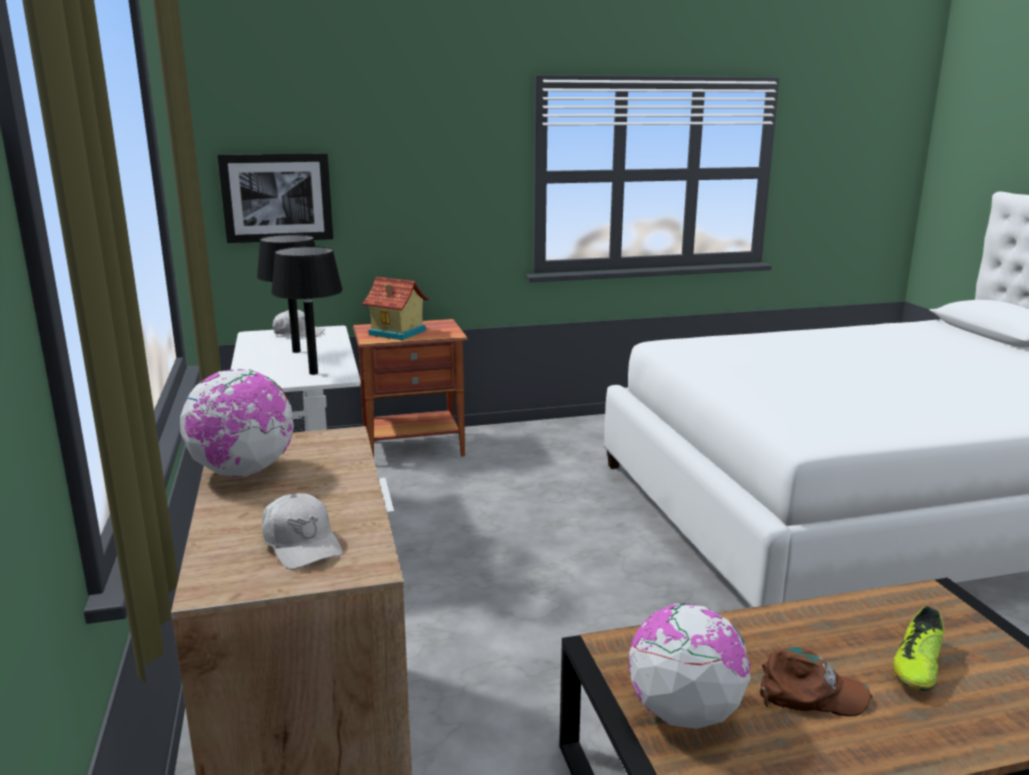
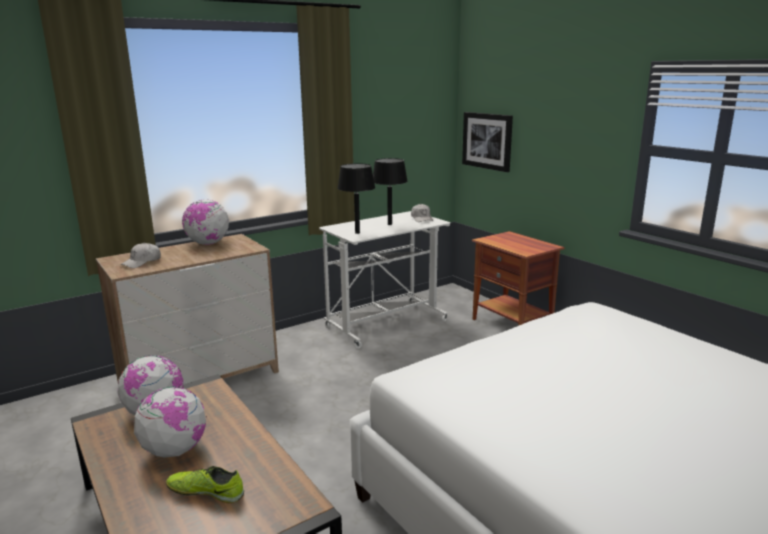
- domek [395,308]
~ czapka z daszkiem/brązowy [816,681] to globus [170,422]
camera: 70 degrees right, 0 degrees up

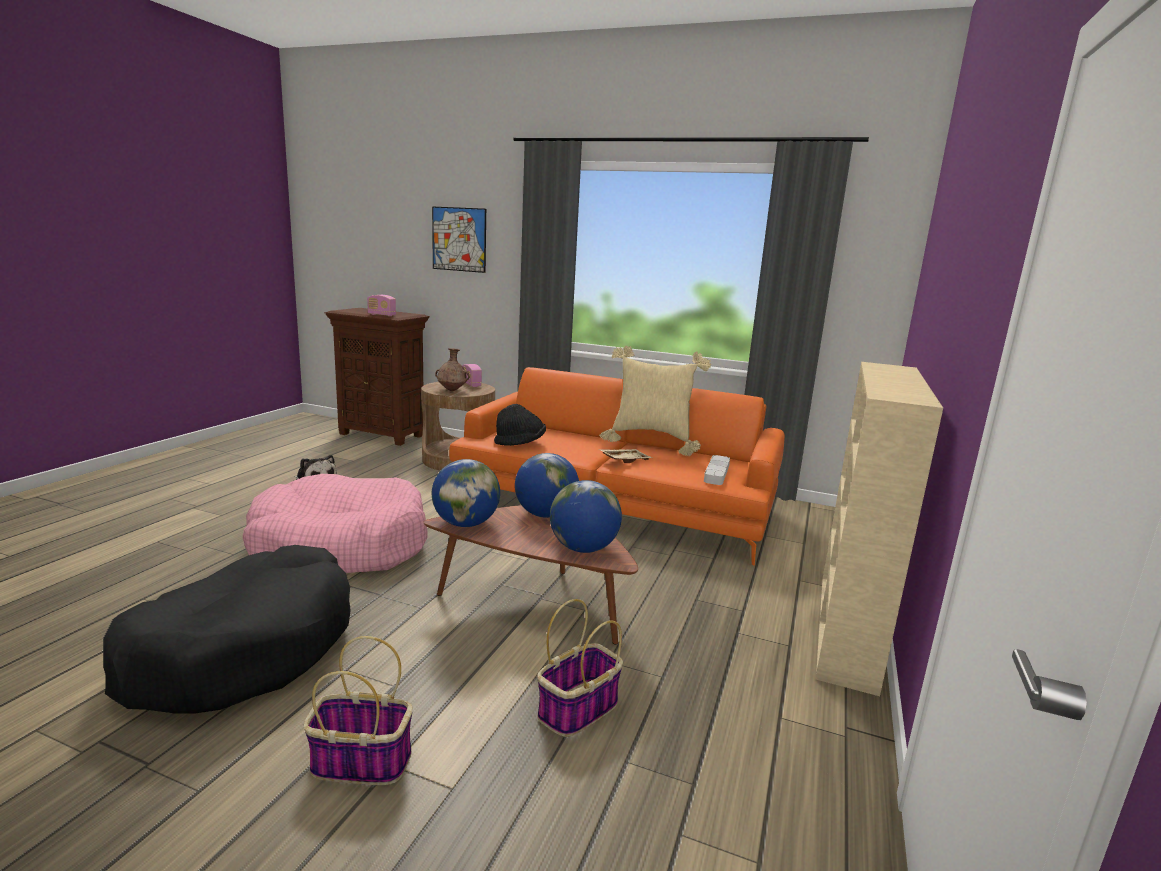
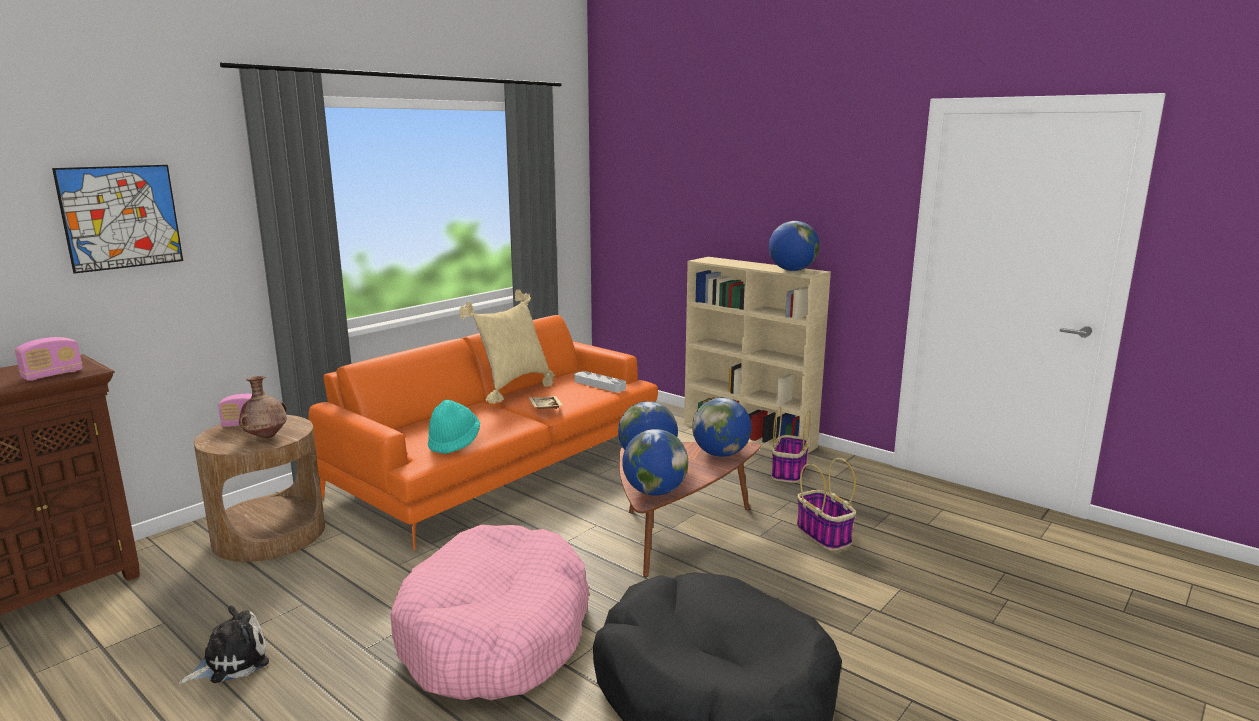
~ koszyk [358,710] to [791,444]
~ kapelusz/czarny [520,425] to kapelusz/turkusowy [454,427]
+ globus [794,246]
camera: 70 degrees left, 0 degrees up

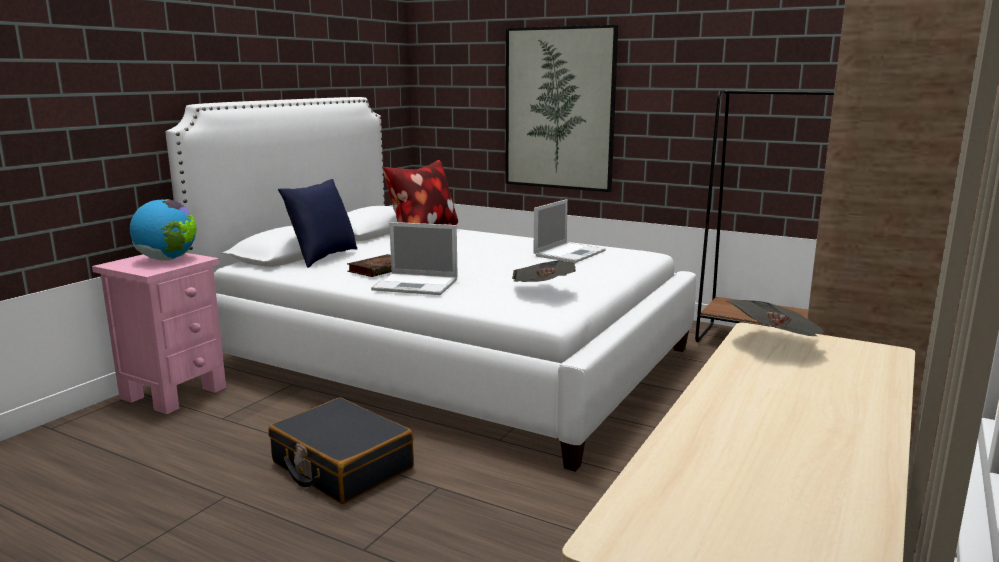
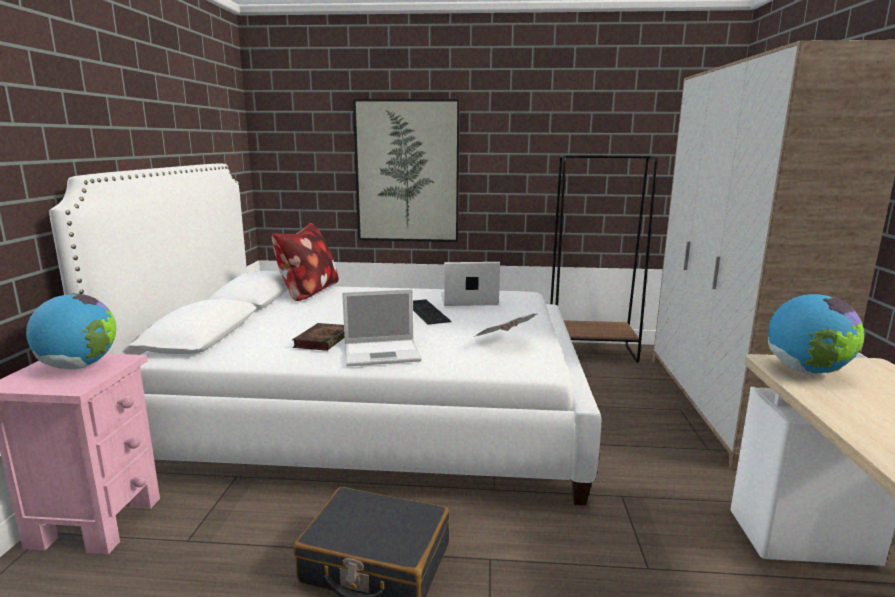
- poduszka/niebieski [317,223]
~ laptop [569,231] = [470,284] 105 degrees counterclockwise
~ gazeta [775,318] to globus [816,334]
+ klawiatura [432,312]
camera: 25 degrees left, 0 degrees up

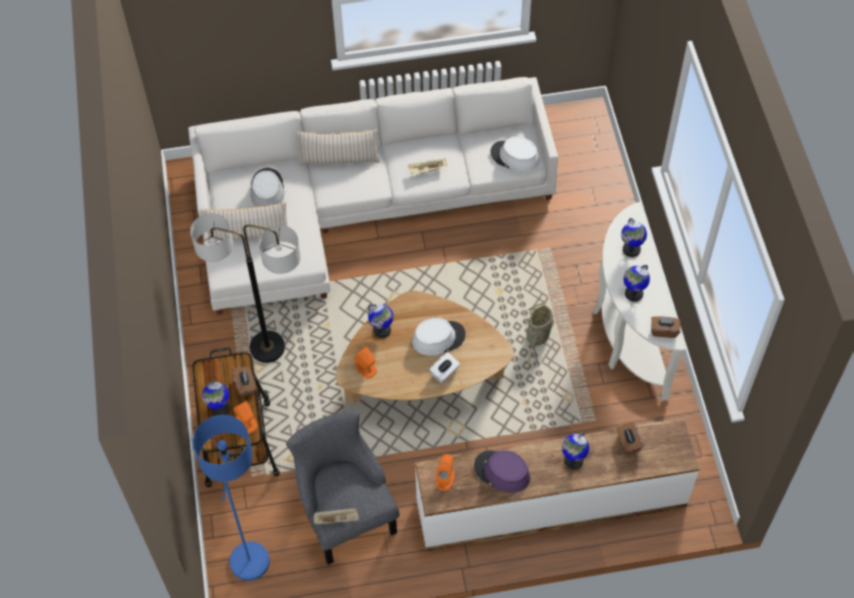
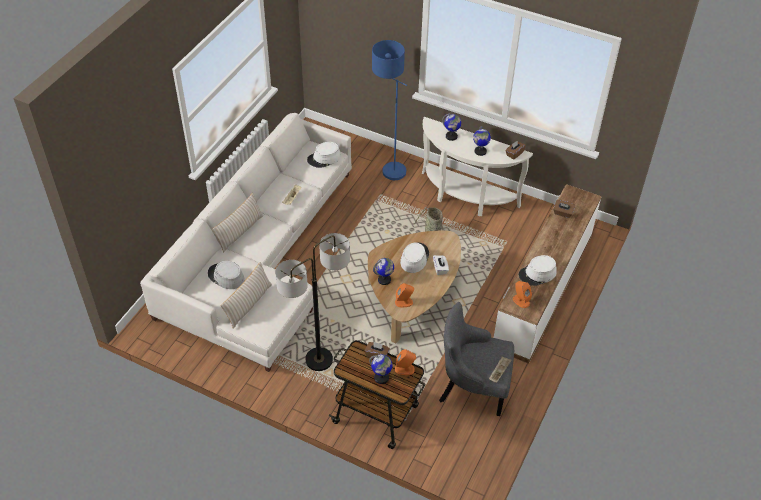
~ lampa stojąca/niebieski [231,498] to [389,110]
~ kapelusz/fioletowy [502,471] to kapelusz/biały [538,270]
- globus [575,450]
camera: 55 degrees left, 10 degrees down

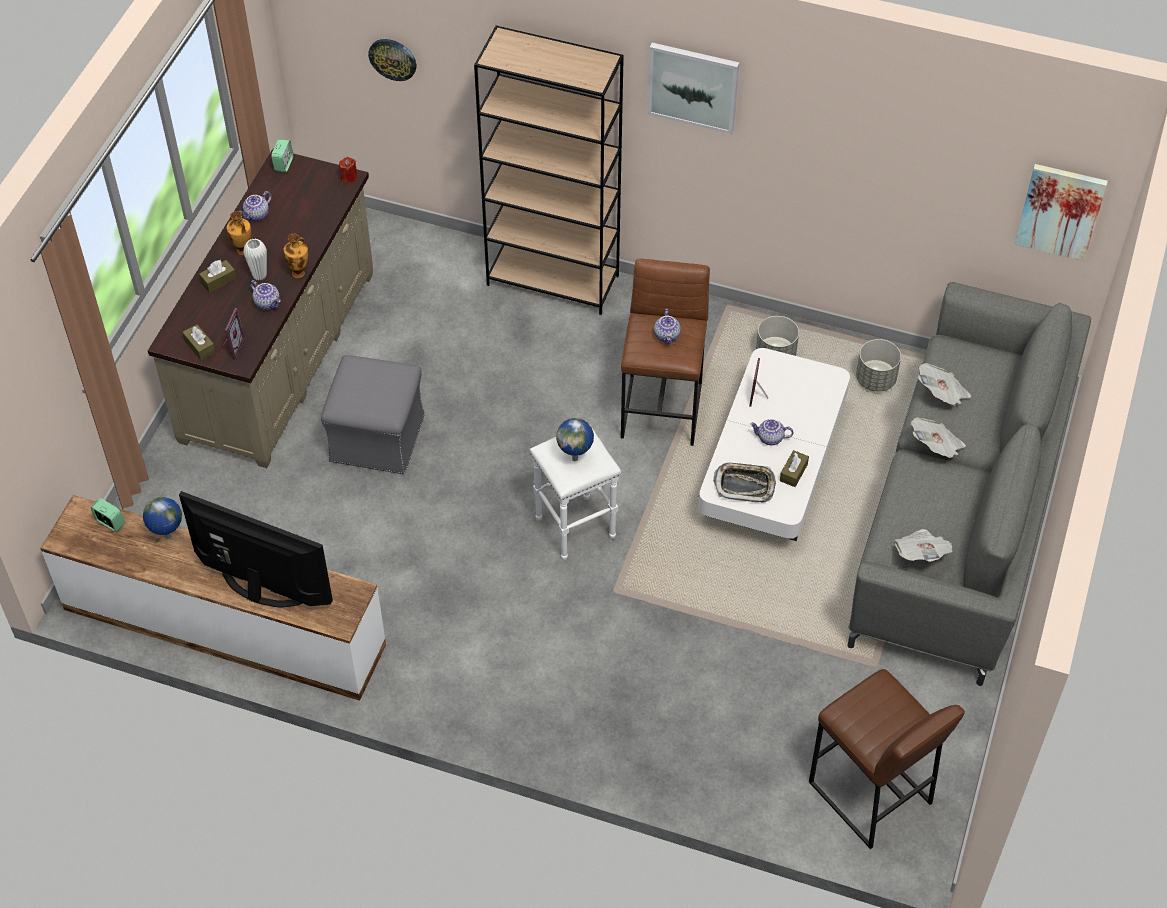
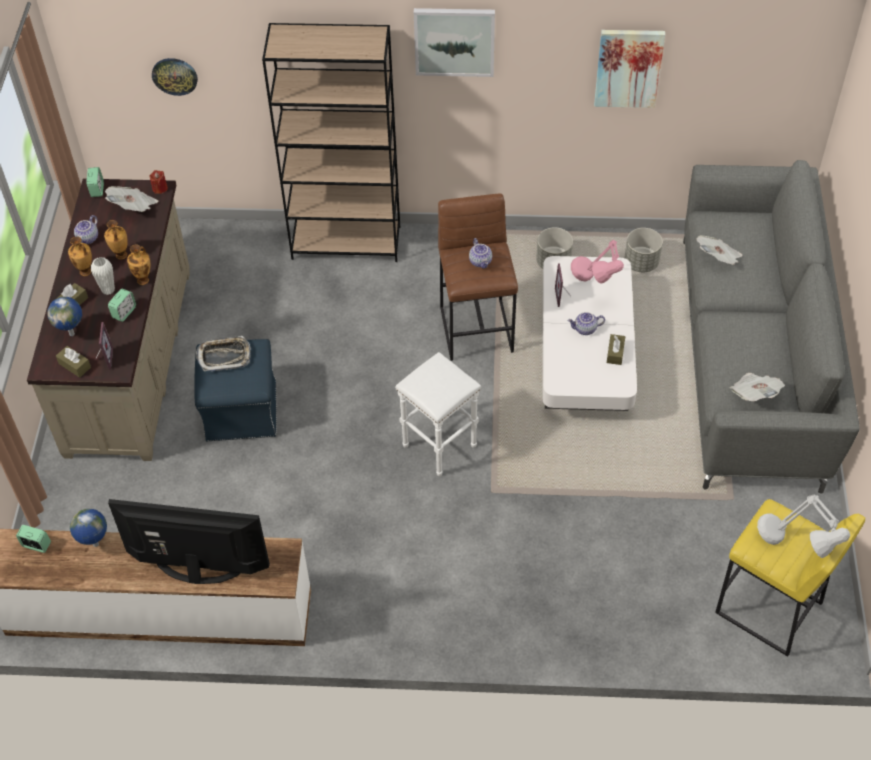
~ imbryk [265,295] to budzik [122,305]
~ pufa/szary [373,414] to pufa/niebieski [235,390]
~ globus [575,439] to [64,316]
~ taca [744,483] to [223,353]
~ stołek/brązowy [887,759] to stołek/żółty [790,578]
~ gazeta [938,437] to [131,199]
~ obraz [1061,212] to [629,69]
+ wazon [116,239]
+ lampa stołowa/różowy [597,261]
+ lampa stołowa/szary [803,526]
camera: 15 degrees left, 0 degrees up

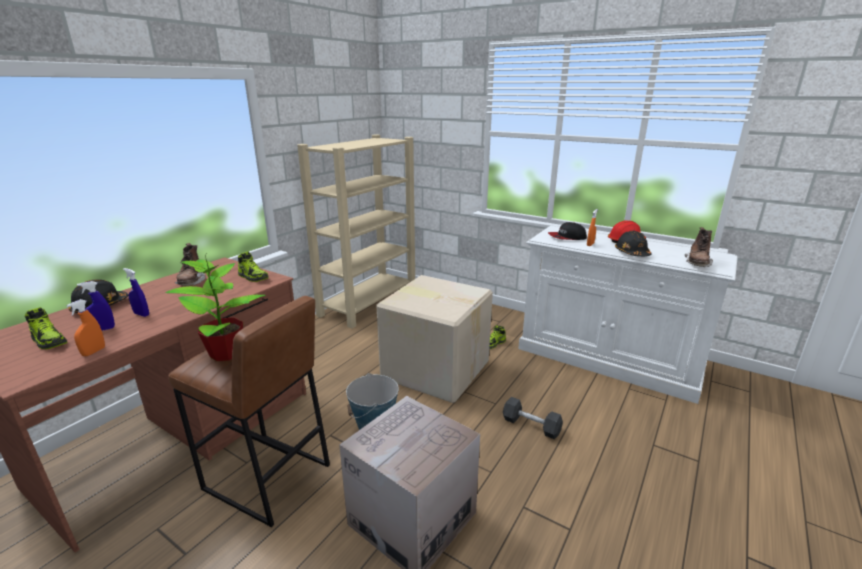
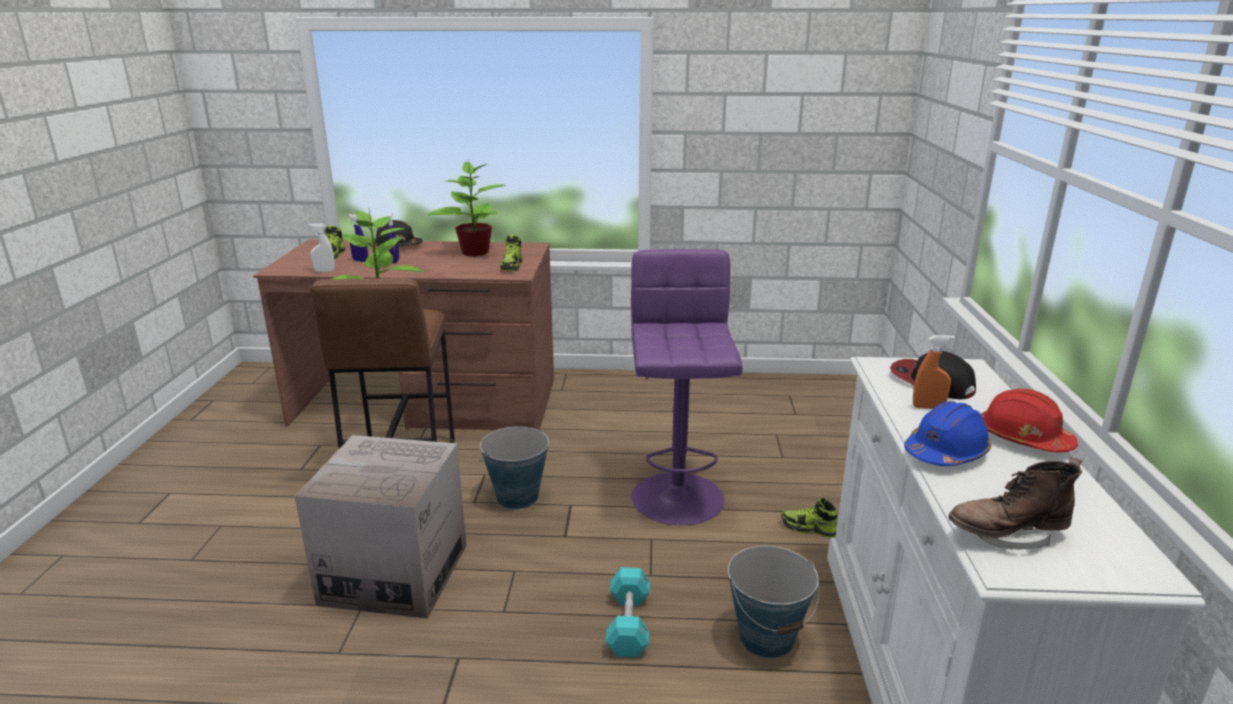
~ spryskiwacz/pomarańczowy [85,327] to spryskiwacz/biały [322,247]
~ but z cholewką/brązowy [190,264] to roślina doniczkowa [466,209]
- regał/beżowy [356,231]
~ karton [434,339] to stołek/fioletowy [687,387]
~ hantel/czarny [533,418] to hantel/turkusowy [627,612]
~ kask/czarny [633,244] to kask/niebieski [947,433]
+ wiadro [774,602]
camera: 60 degrees right, 0 degrees up

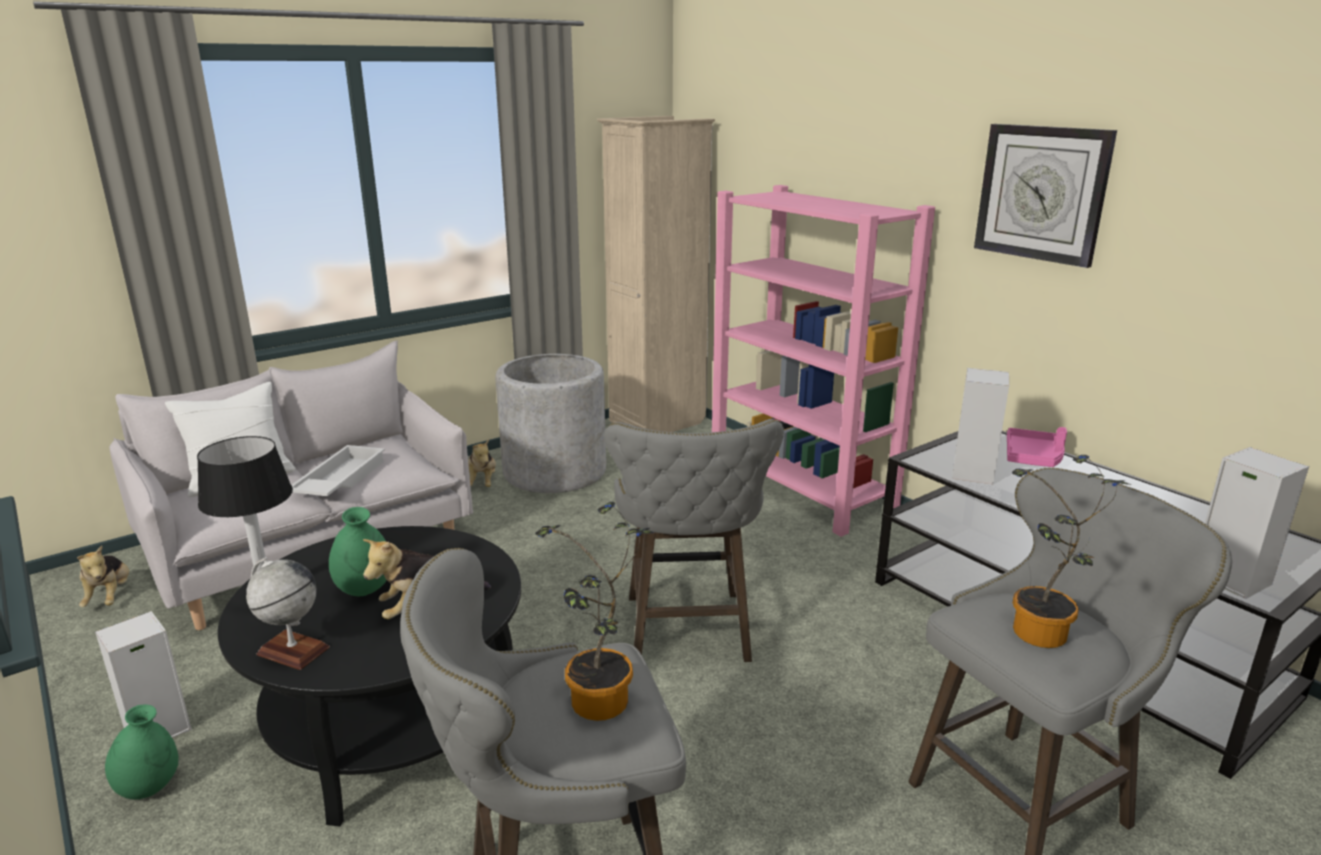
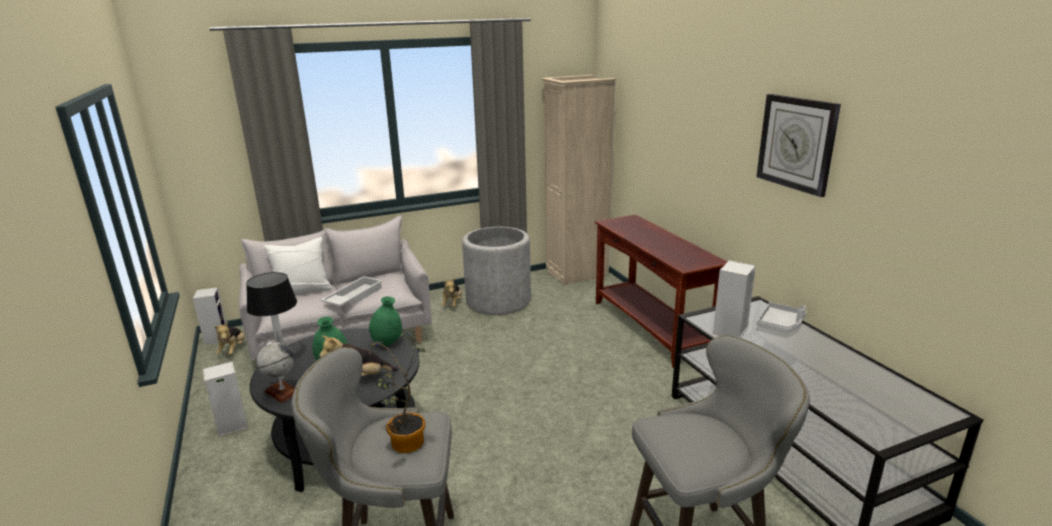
~ wazon/zielony [142,752] to [385,321]
- stołek/szary [694,540]
~ regał/różowy [823,361] to stolik konsolowy/brązowy [661,291]
~ taca/różowy [1037,447] to taca/szary [781,317]
- roślina doniczkowa [1071,551]
~ głośnik [1257,523] to [209,316]
camera: 15 degrees right, 0 degrees up

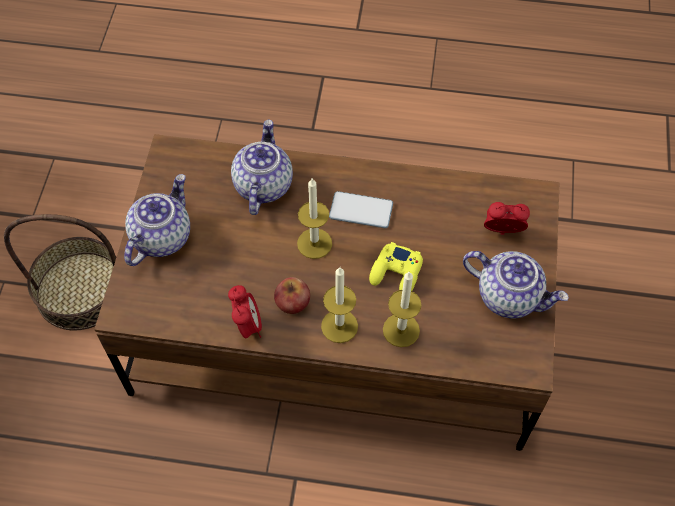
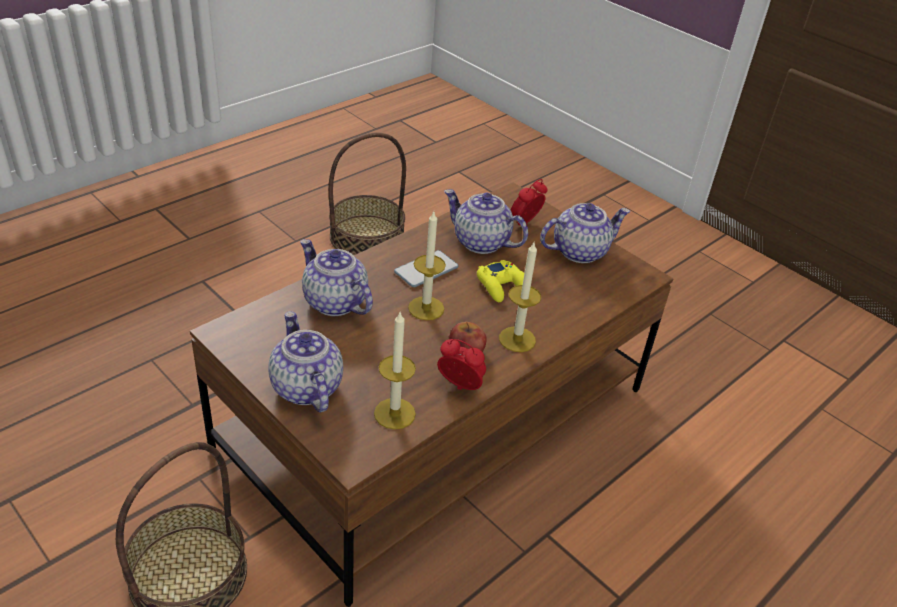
~ świeca [402,309] to [395,371]
+ koszyk [367,193]
+ imbryk [486,221]
camera: 55 degrees left, 20 degrees down

